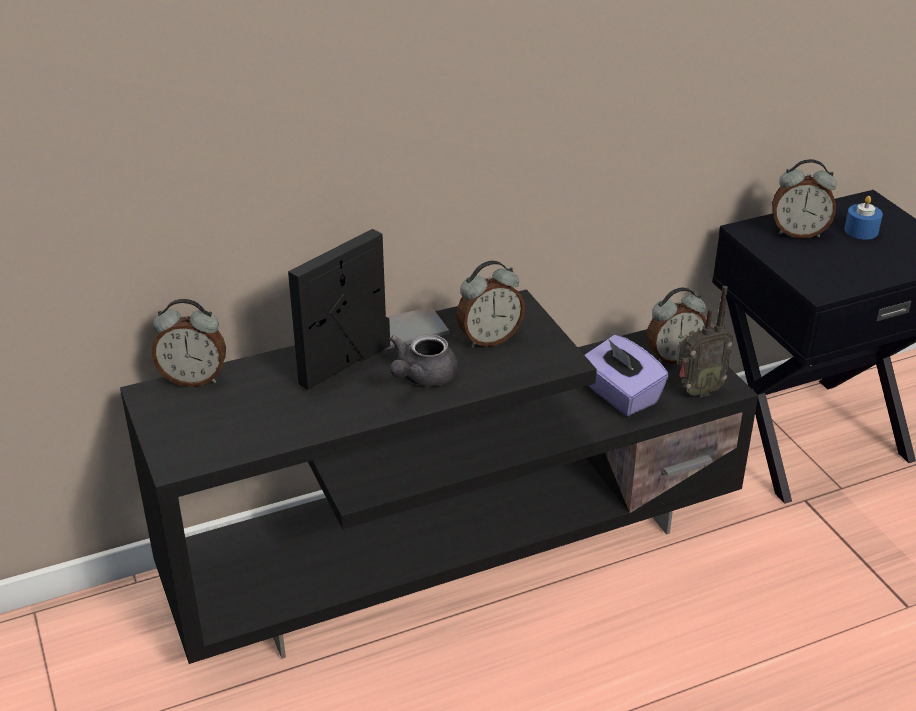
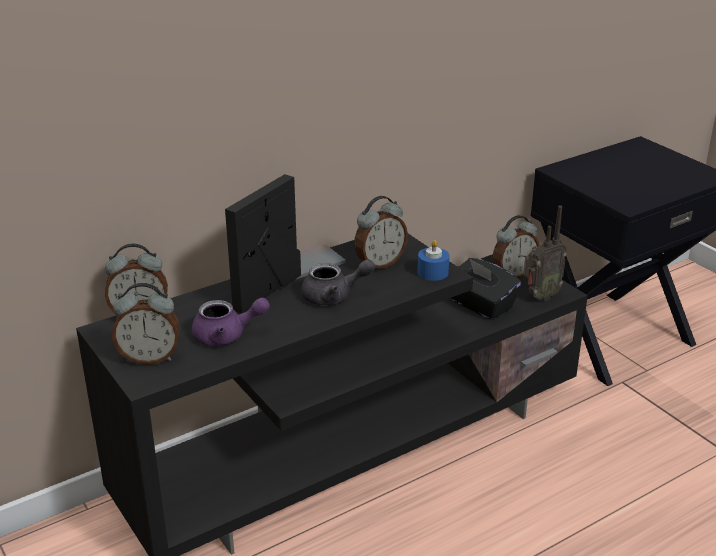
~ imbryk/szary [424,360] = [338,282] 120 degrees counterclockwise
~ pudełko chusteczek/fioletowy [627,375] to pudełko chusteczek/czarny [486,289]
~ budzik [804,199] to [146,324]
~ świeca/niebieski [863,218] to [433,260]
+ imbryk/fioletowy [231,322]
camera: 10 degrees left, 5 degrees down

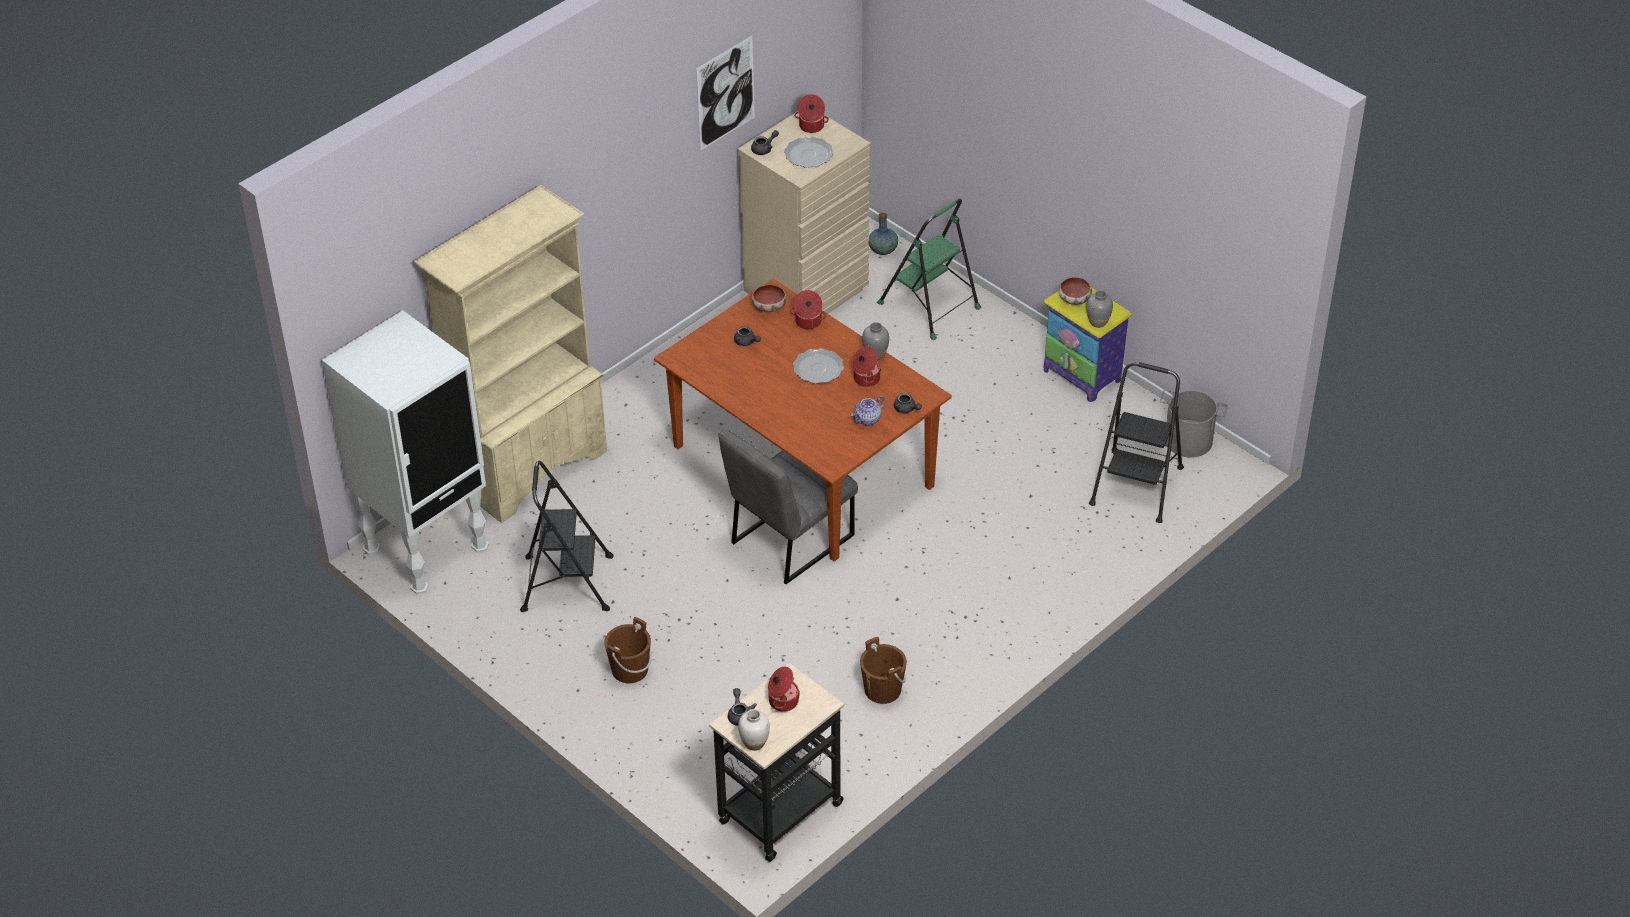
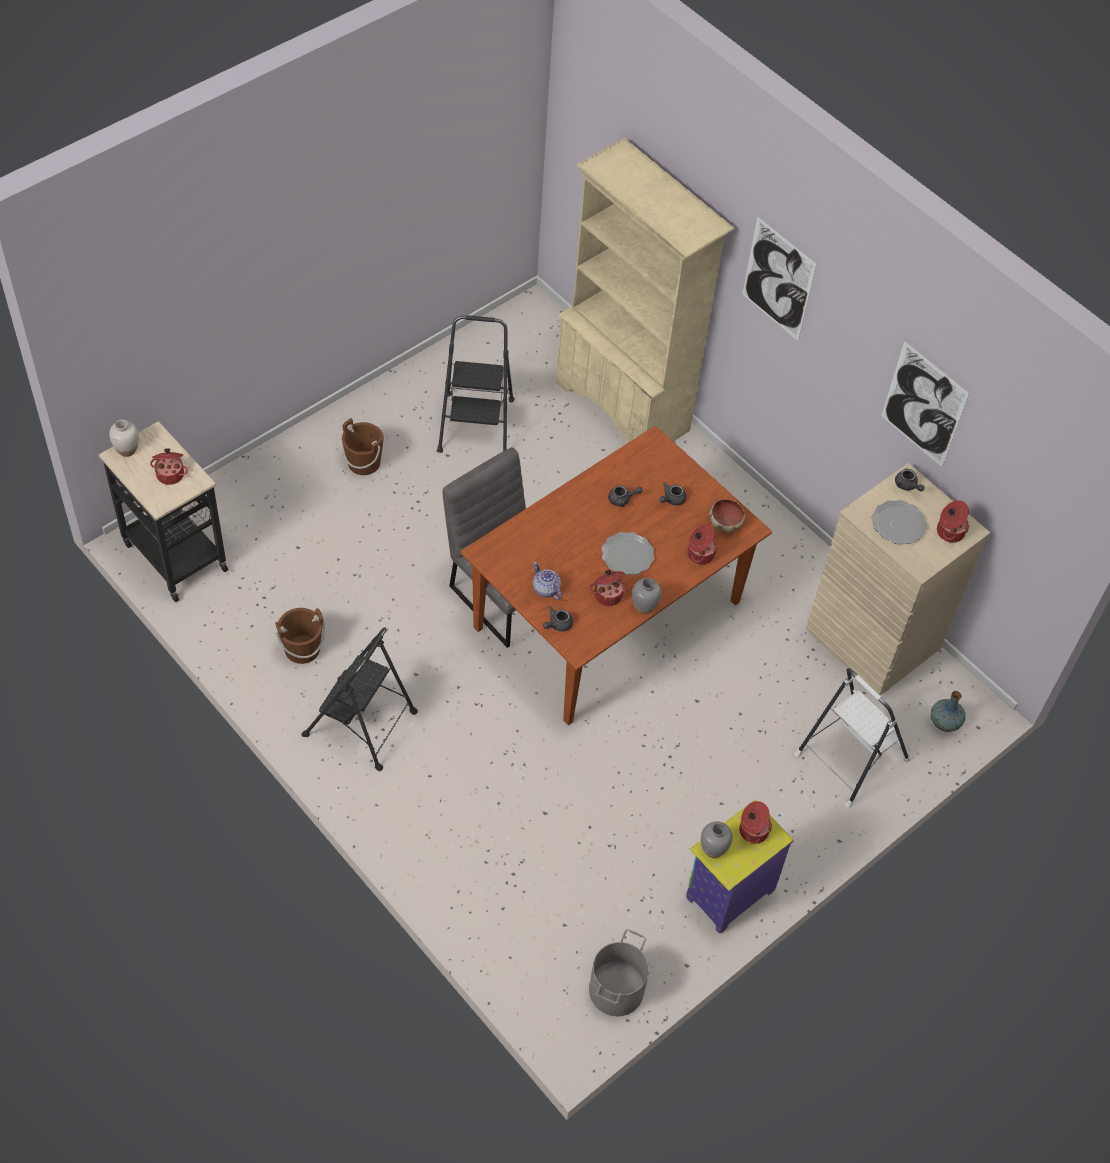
- szafka/biały [405,452]
~ imbryk/szary [742,707] to [625,496]
~ drabinka/zielony [929,269] to drabinka/biały [852,738]
~ miska [1075,291] to garnek [755,822]
~ drabinka/czarny [1136,442] to [360,699]
+ obraz [779,279]
camera: 90 degrees right, 10 degrees up

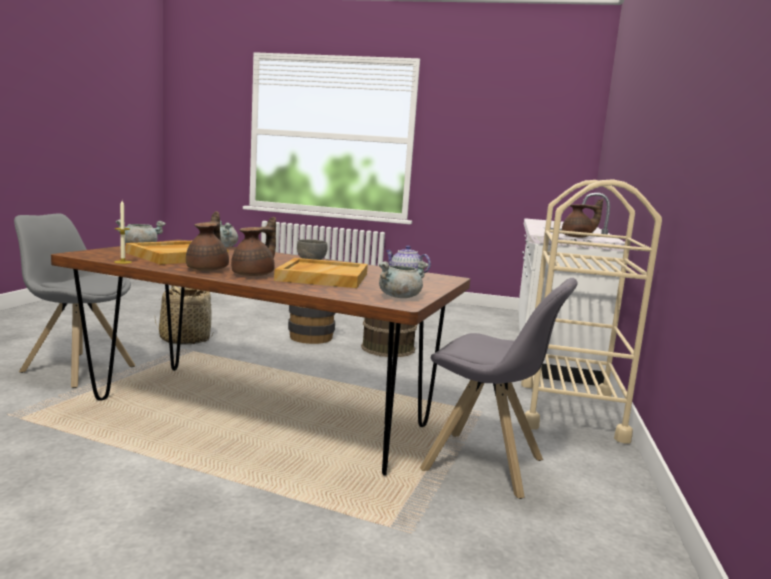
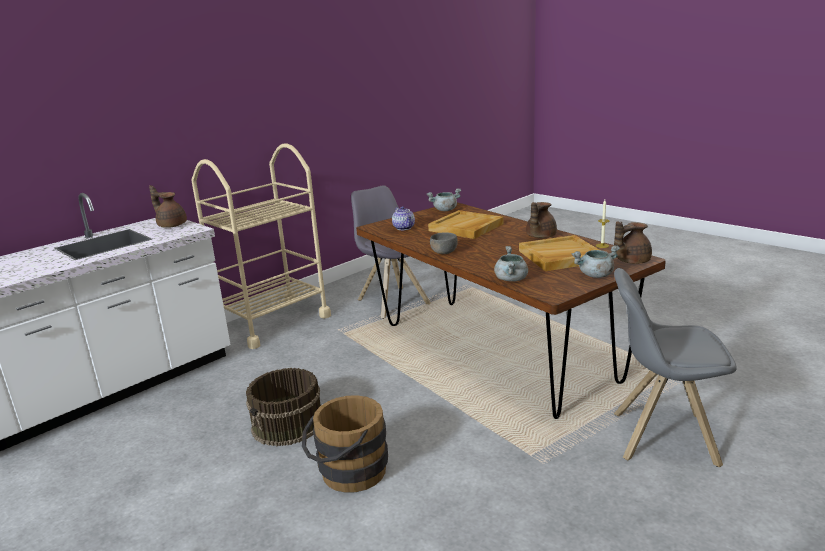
~ krzesło/szary [74,300] = [675,367] 135 degrees clockwise
- koszyk [184,315]
~ imbryk/brązowy [253,246] to [633,242]
camera: 145 degrees left, 10 degrees up

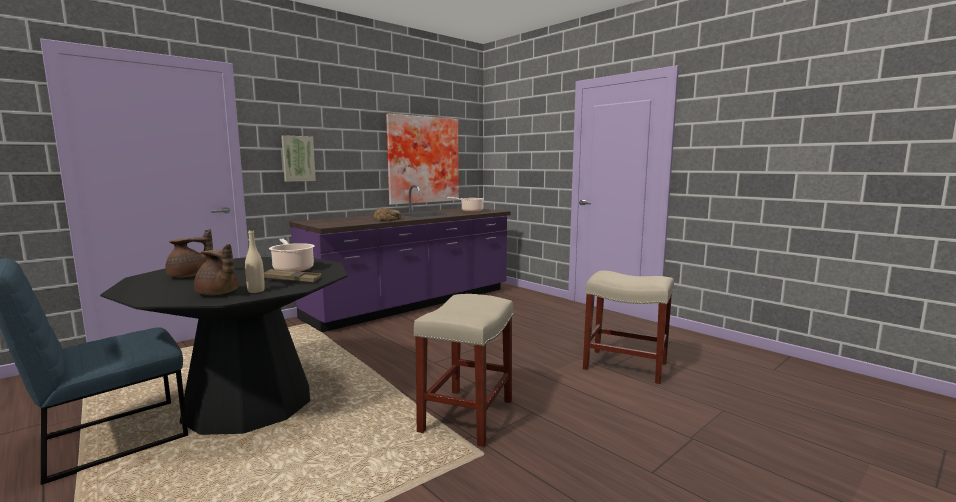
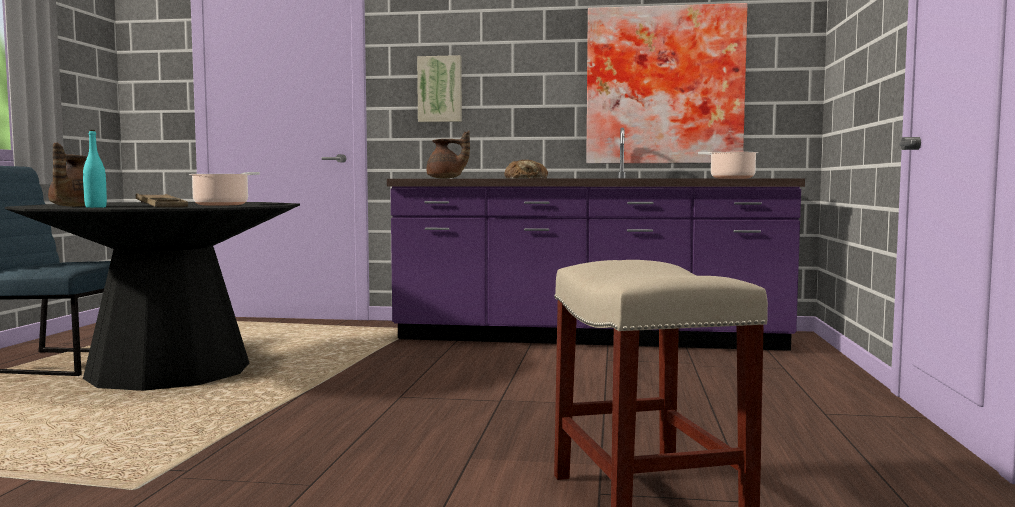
~ imbryk/brązowy [189,253] to [448,154]
~ butelka/beżowy [255,261] to butelka/turkusowy [95,169]
- stołek/beżowy [464,370]
camera: 50 degrees right, 5 degrees down

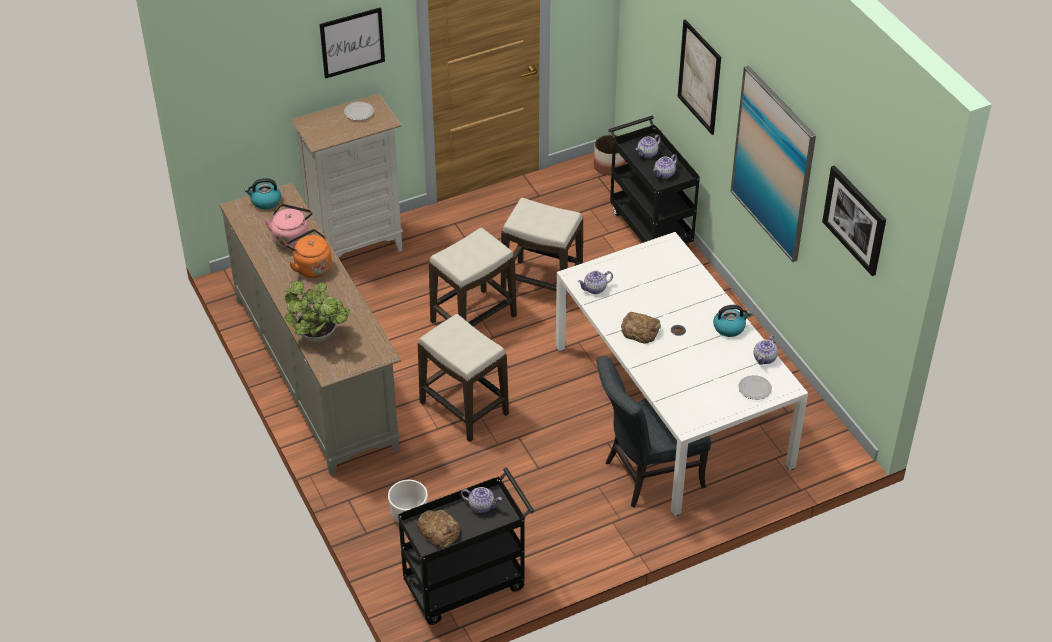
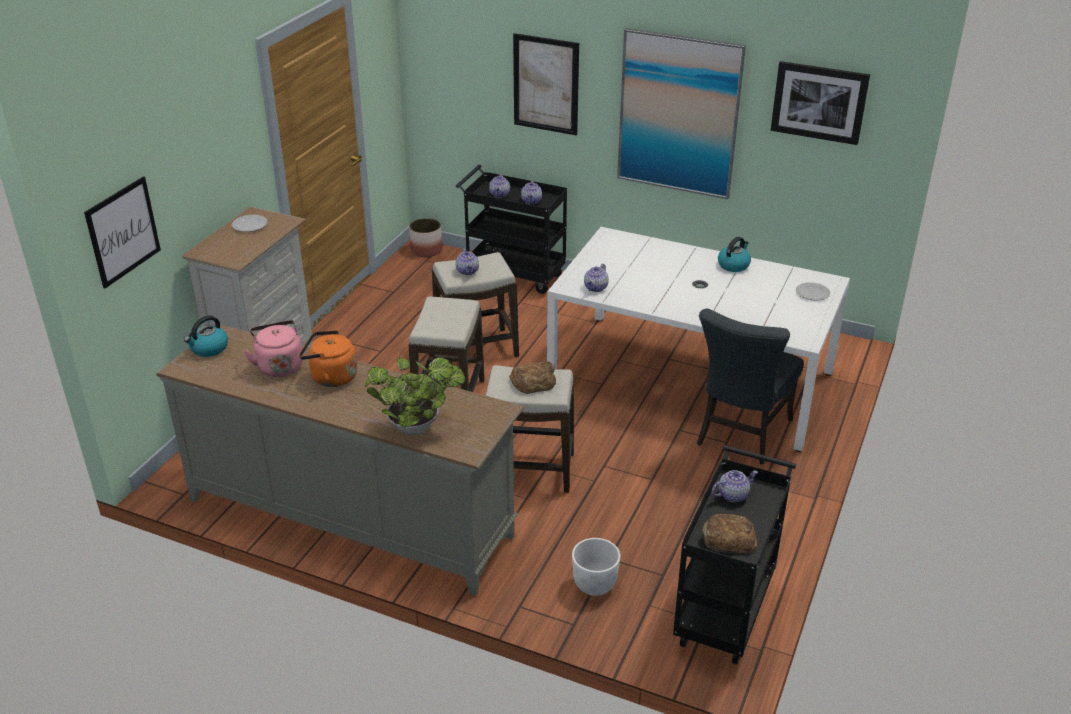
~ obraz [352,43] to [122,232]
~ chleb [641,328] to [532,377]
~ imbryk [766,350] to [467,261]
camera: 40 degrees left, 10 degrees down

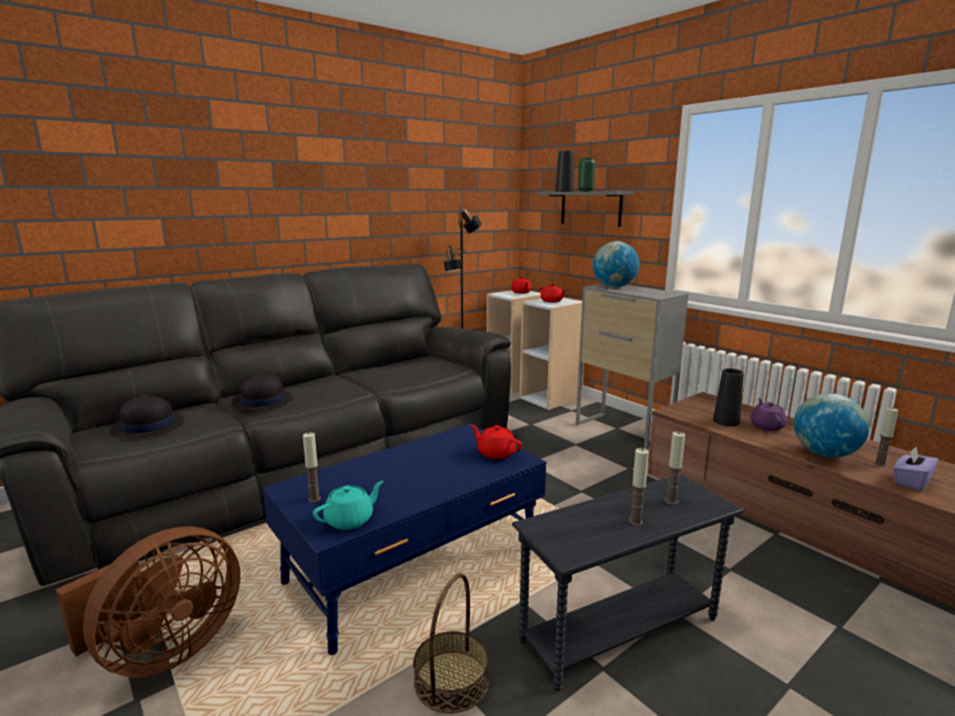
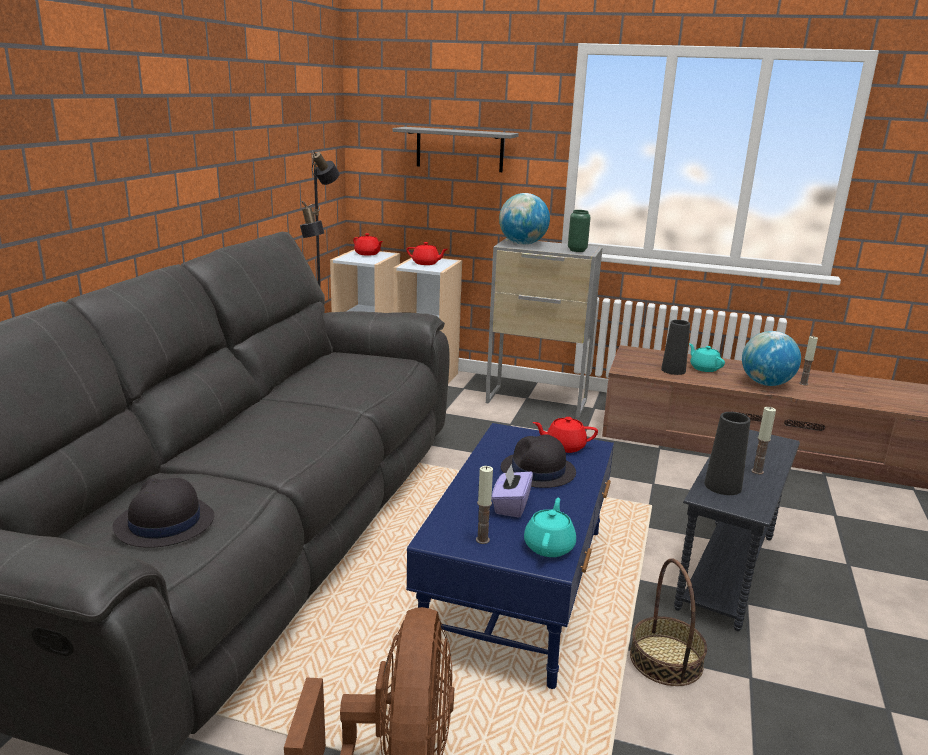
~ kapelusz/czarny [262,391] to [538,461]
~ wazon/czarny [564,171] to [727,453]
~ wazon/zielony [586,175] to [579,231]
- świeca [675,468]
~ imbryk/fioletowy [768,414] to imbryk/turkusowy [707,357]
~ pudełko chusteczek/fioletowy [915,468] to [512,491]
camera: 35 degrees left, 5 degrees up

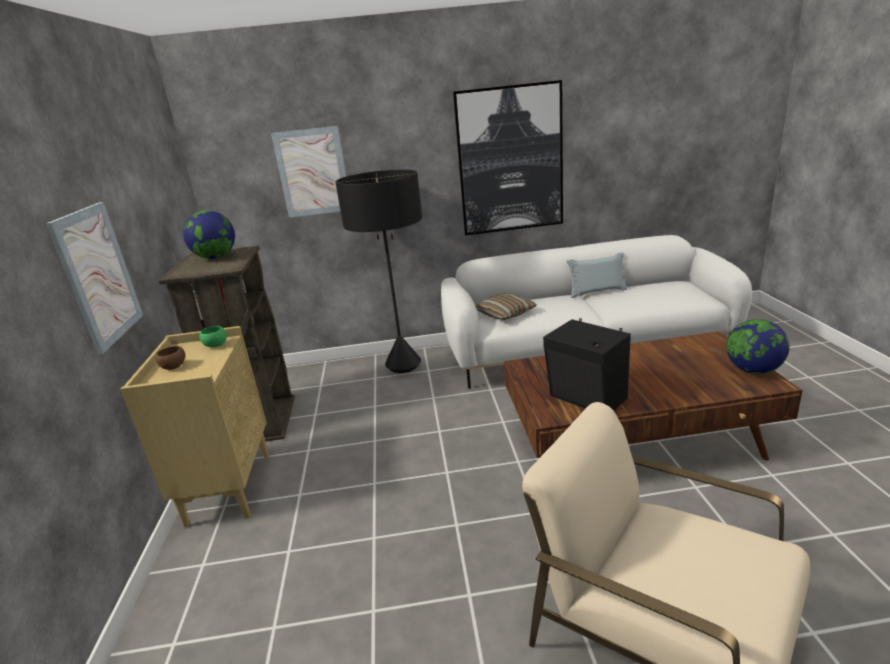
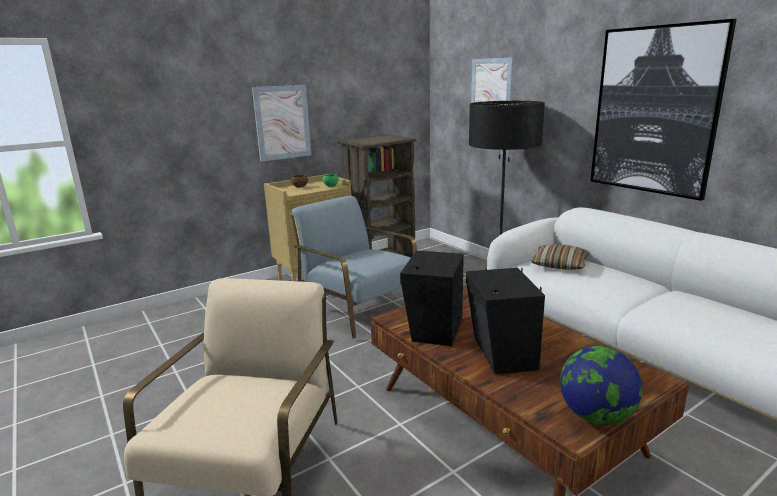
- globus [209,234]
- poduszka/niebieski [596,275]
+ fotel/niebieski [354,267]
+ głośnik/czarny [505,321]
camera: 60 degrees right, 5 degrees down

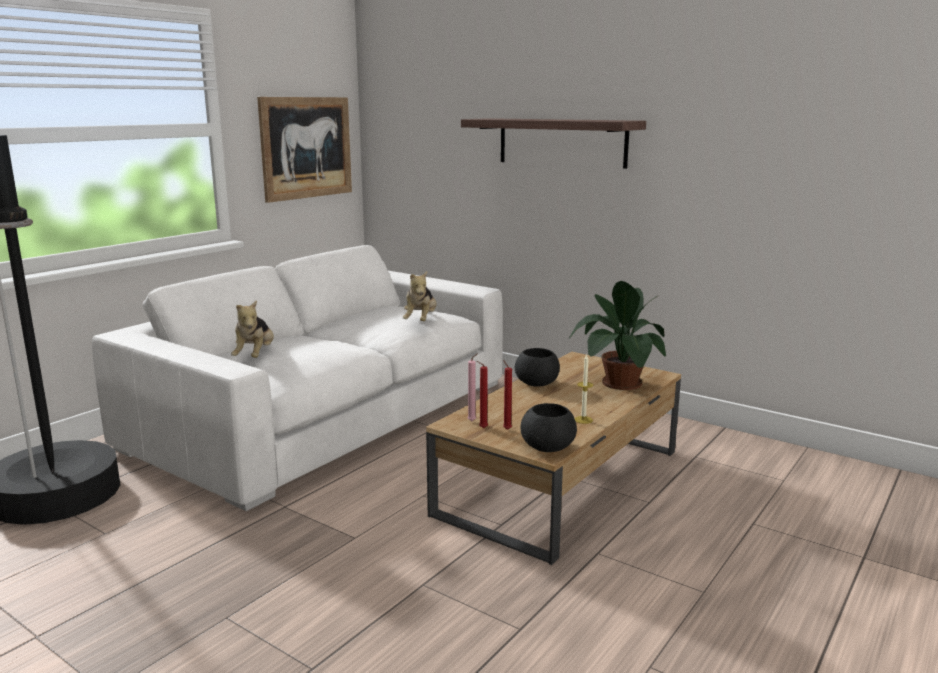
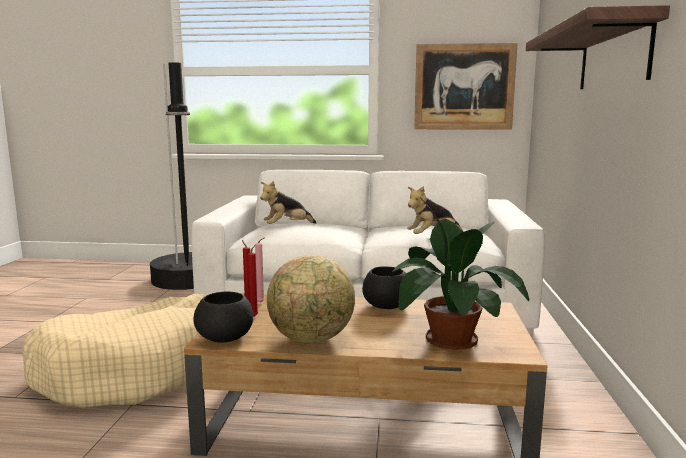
~ świeca [584,389] to globus [311,299]
+ legowisko/beżowy [114,351]
camera: 60 degrees right, 5 degrees down

